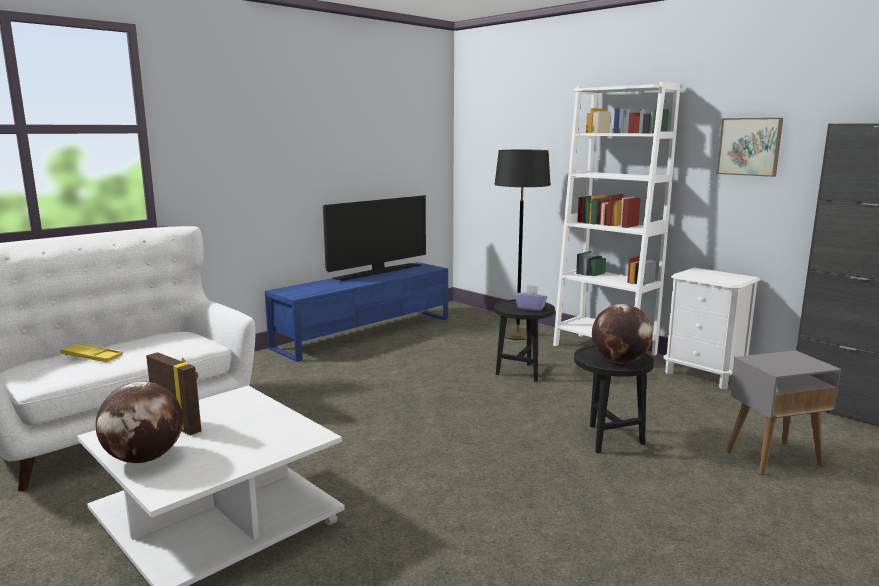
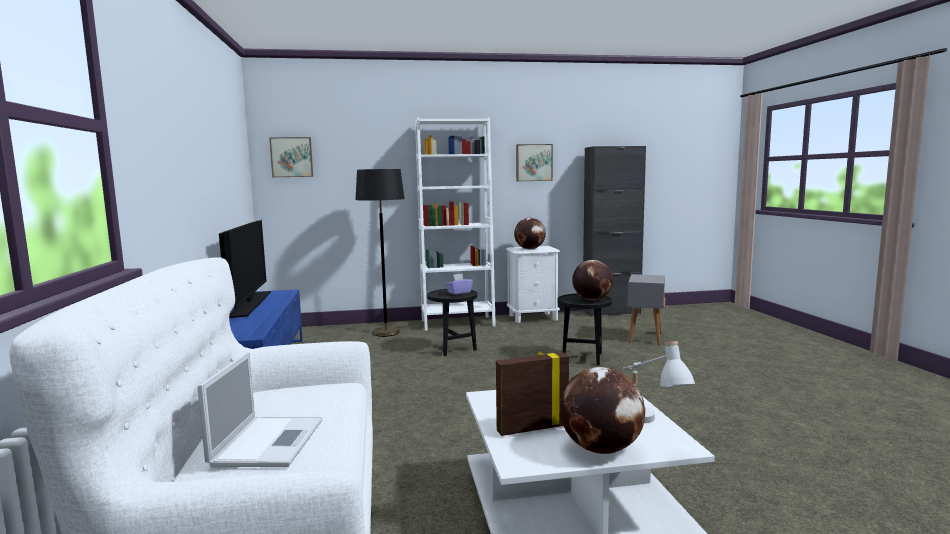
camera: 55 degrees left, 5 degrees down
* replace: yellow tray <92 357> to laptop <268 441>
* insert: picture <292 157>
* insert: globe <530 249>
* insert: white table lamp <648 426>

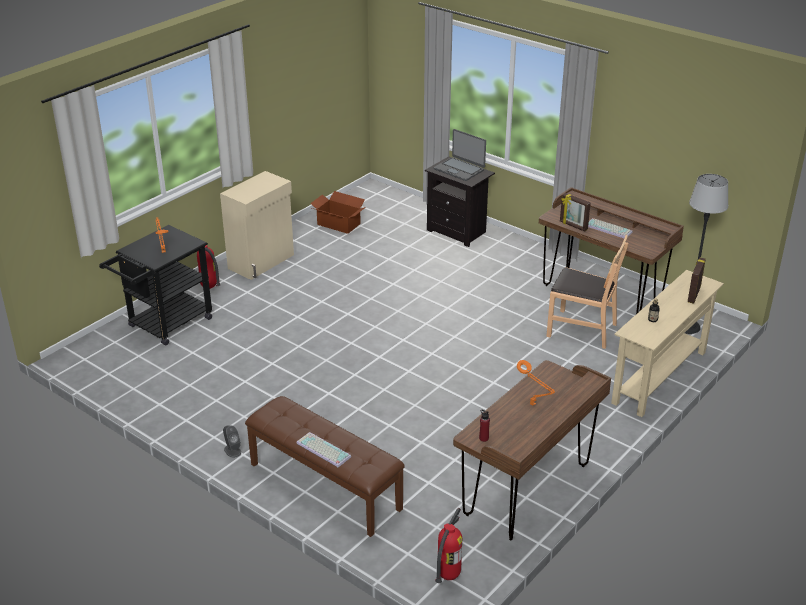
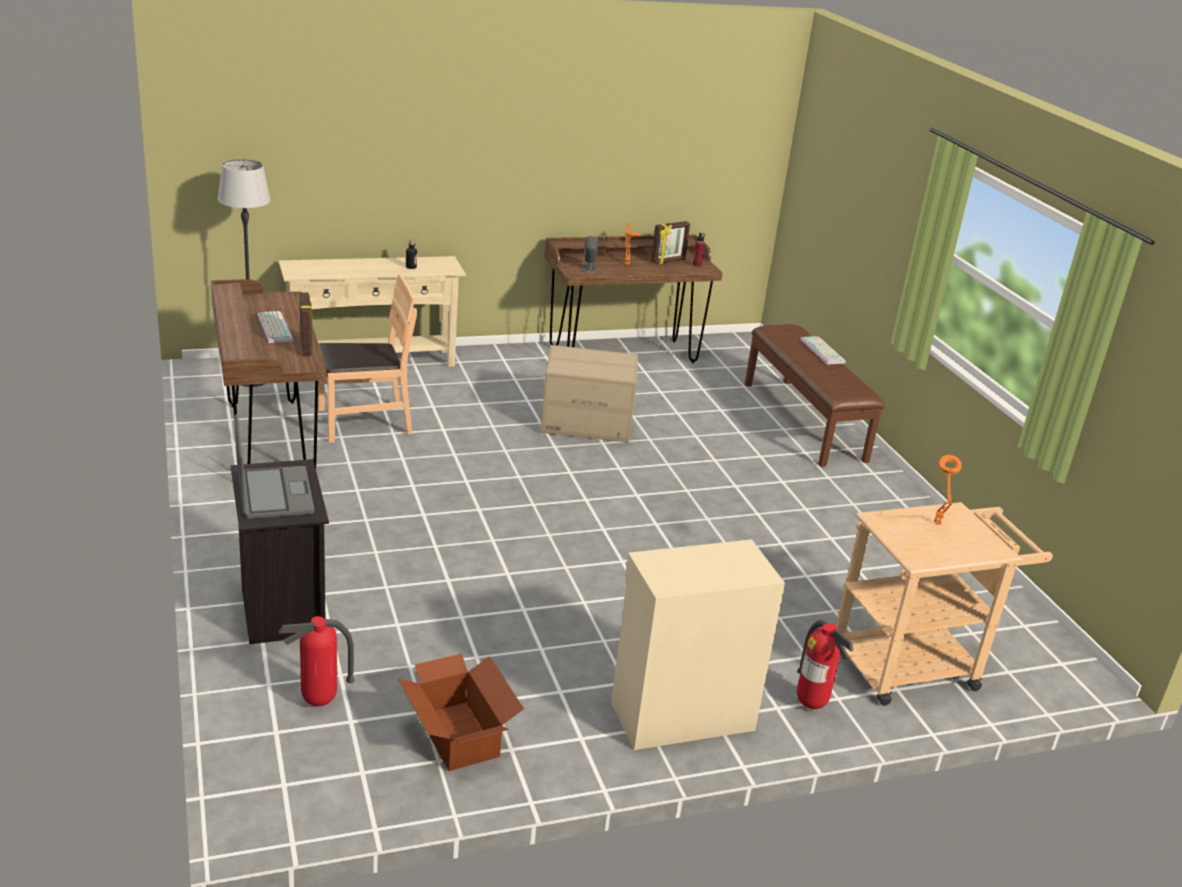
camera: 150 degrees left, 5 degrees down
* recolor: black cart <165 325> to beige cart <916 664>
* move: grey speaker <232 450> to <589 269>
* move: fire extinguisher <448 575> to <319 702>
* rotate: brown chair <581 329> = <364 422> 105 degrees clockwise
* move: picture frame <693 294> to <668 261>
* insert: cardboard box <586 422>

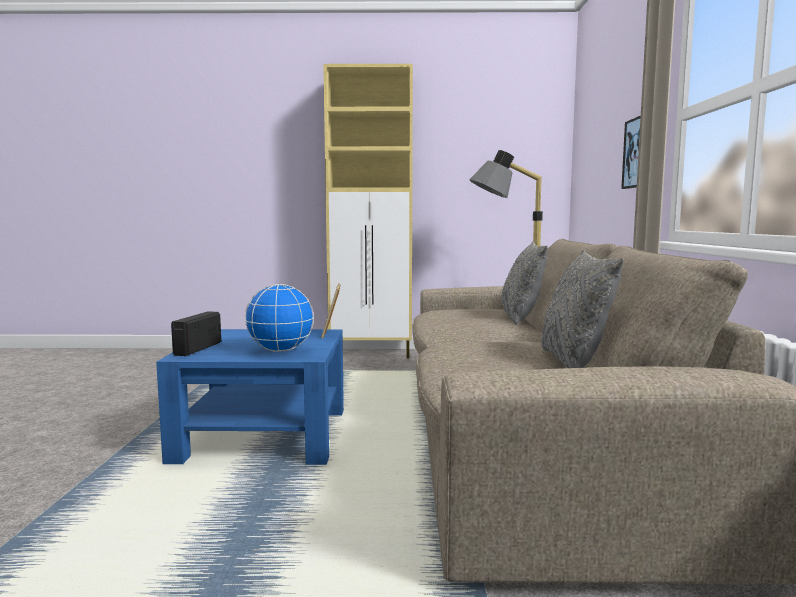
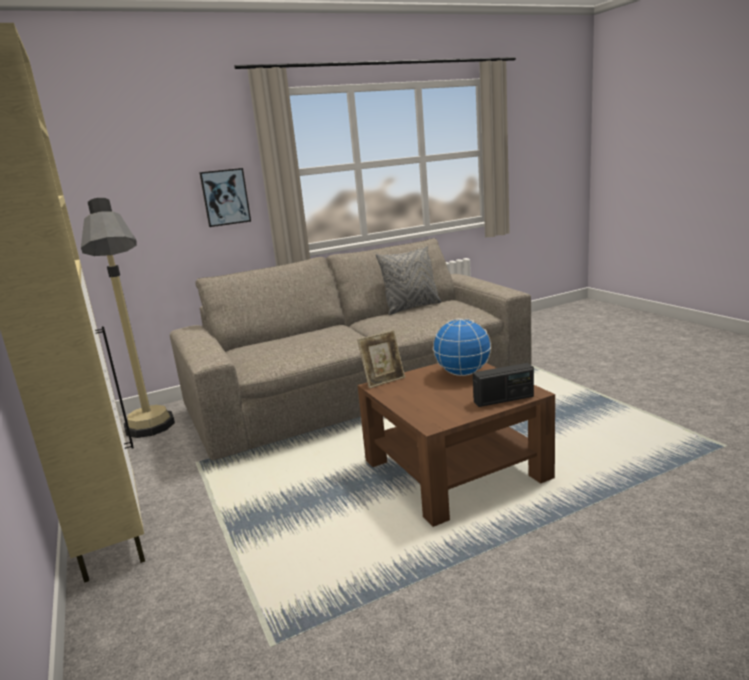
camera: 115 degrees left, 10 degrees up
* recolor: blue coffee table <264 434> to brown coffee table <455 469>
* delete: grey pillow <521 318>

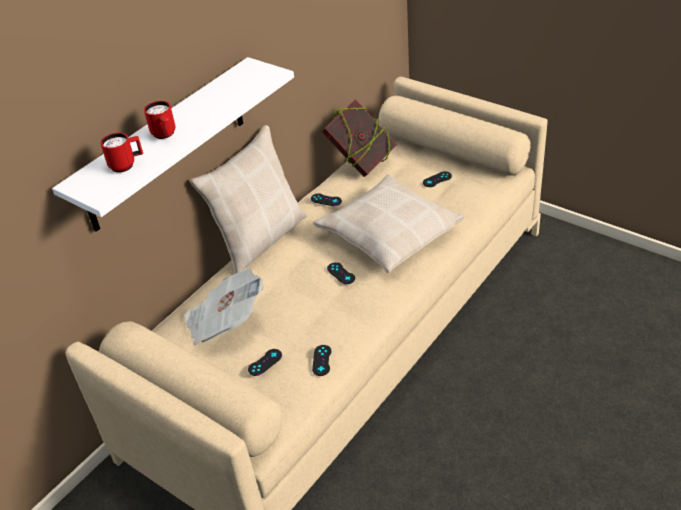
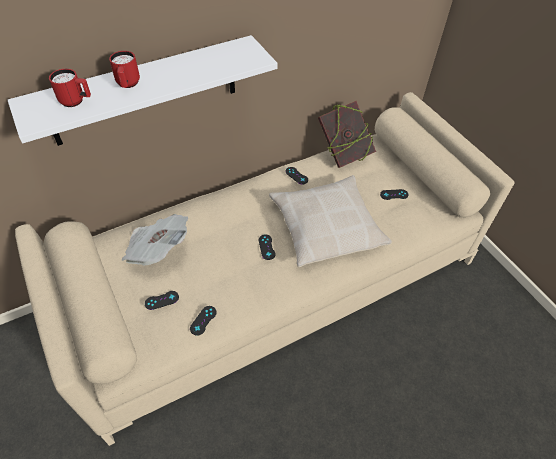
camera: 20 degrees right, 10 degrees up
* delete: beige pillow <260 239>

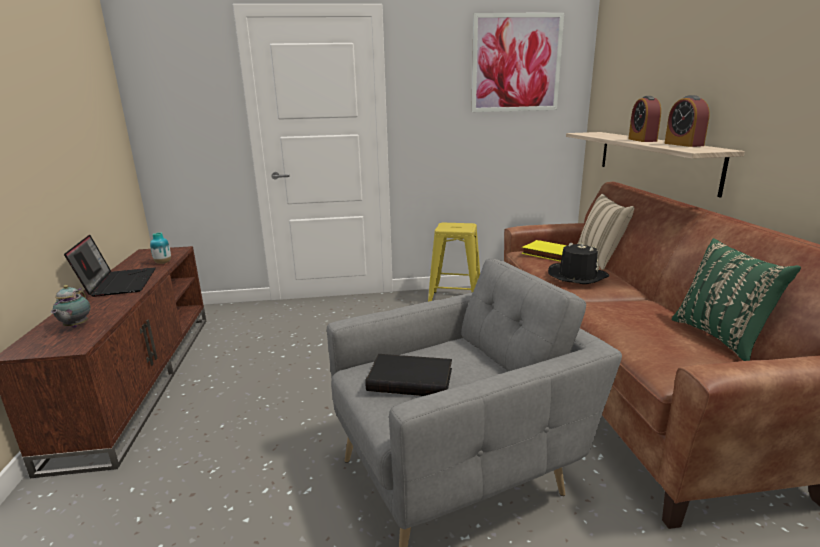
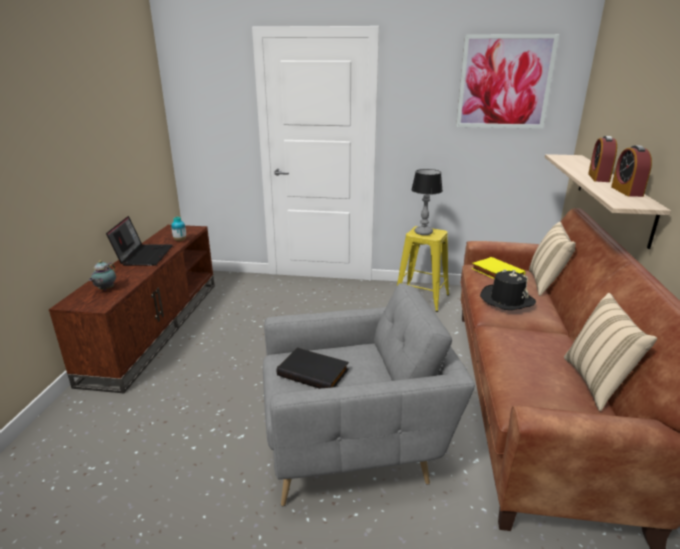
camera: 15 degrees right, 5 degrees up
* recolor: green pillow <721 337> to beige pillow <597 383>
* insert: table lamp <423 232>

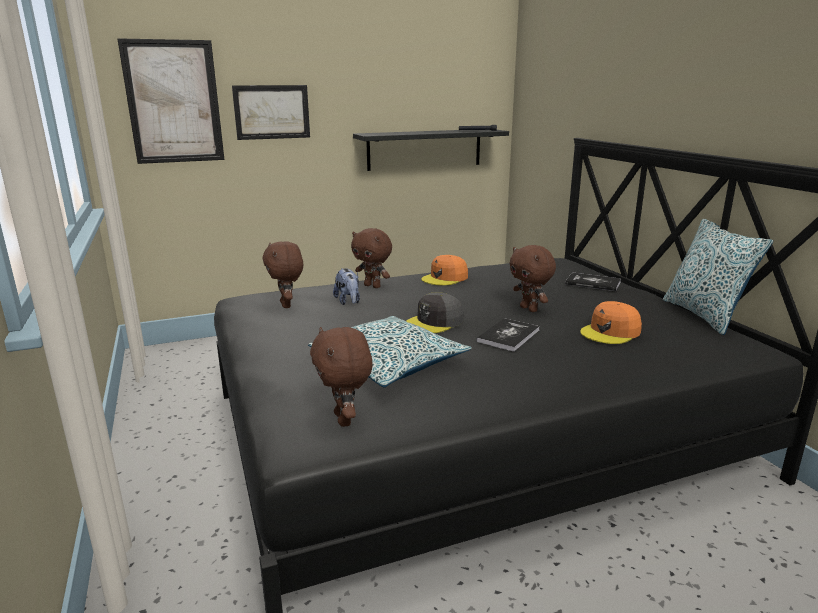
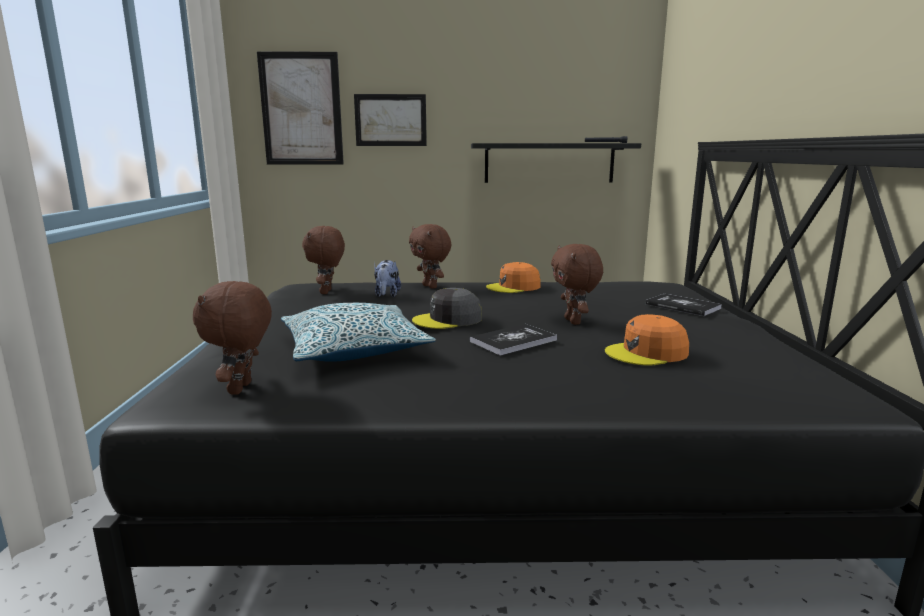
camera: 20 degrees right, 5 degrees down
* delete: pillow <704 315>

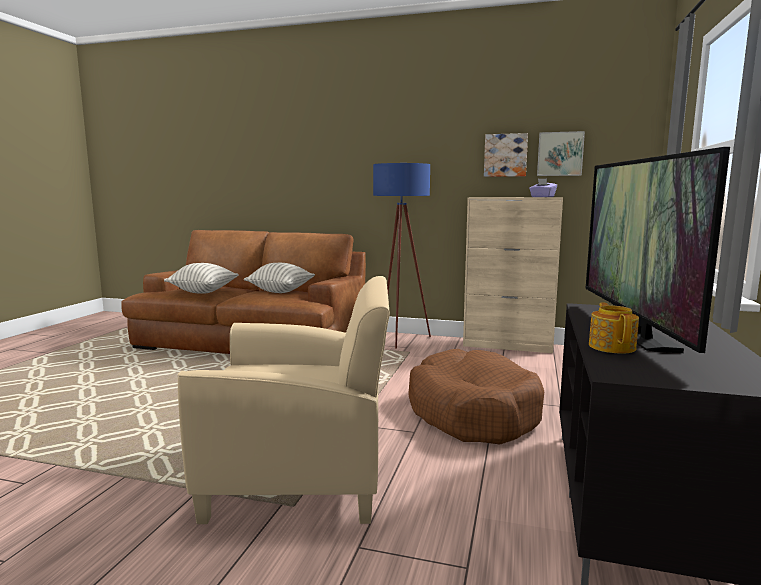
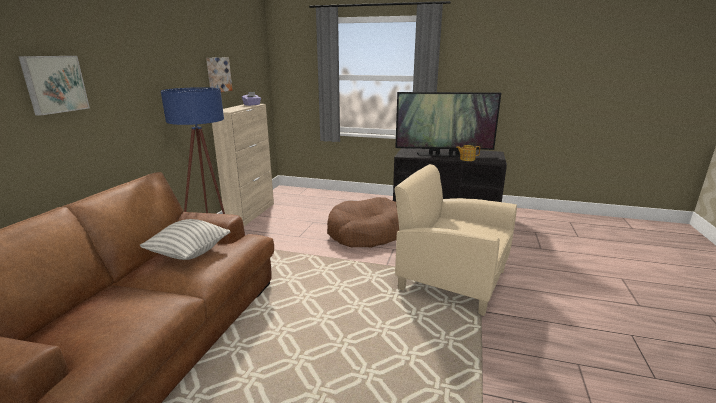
camera: 90 degrees left, 10 degrees up
* delete: pillow <203 292>
* rotate: beige armchair <301 475> = <451 279> 60 degrees counterclockwise
* move: picture <560 154> to <54 84>

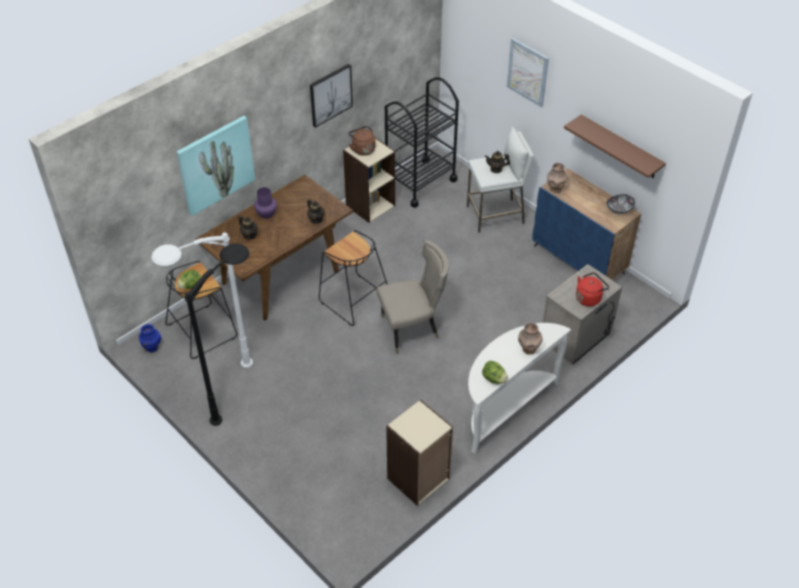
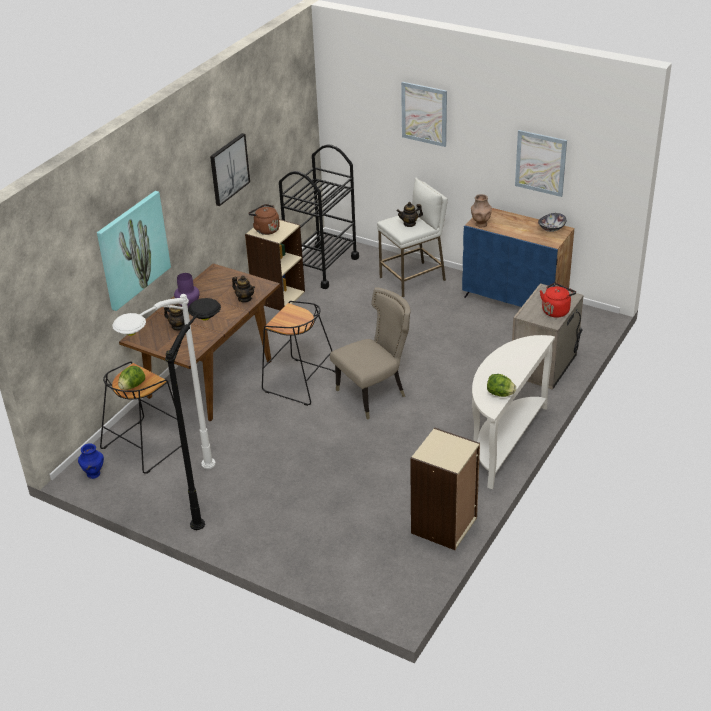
camera: 15 degrees left, 10 degrees down
* delete: brown vase <528 349>
* replace: brown shelf <620 147> to picture <540 163>

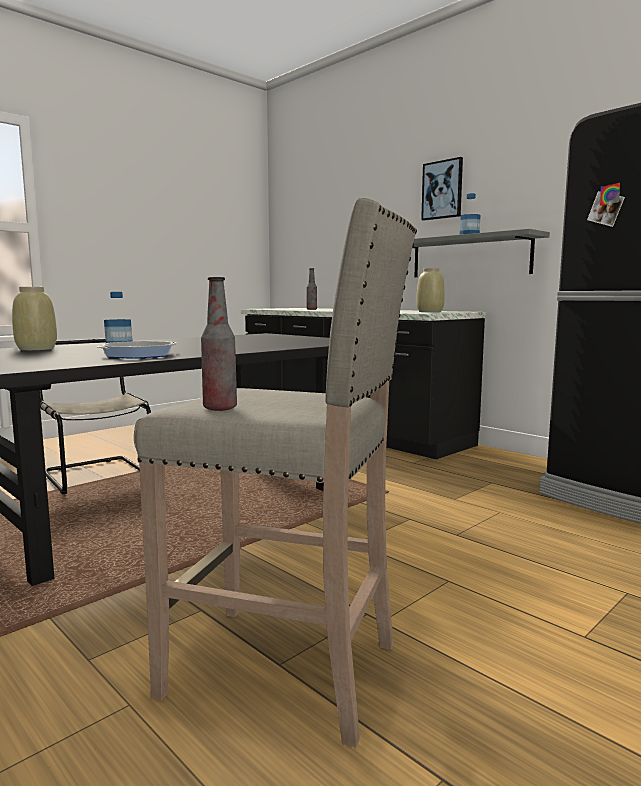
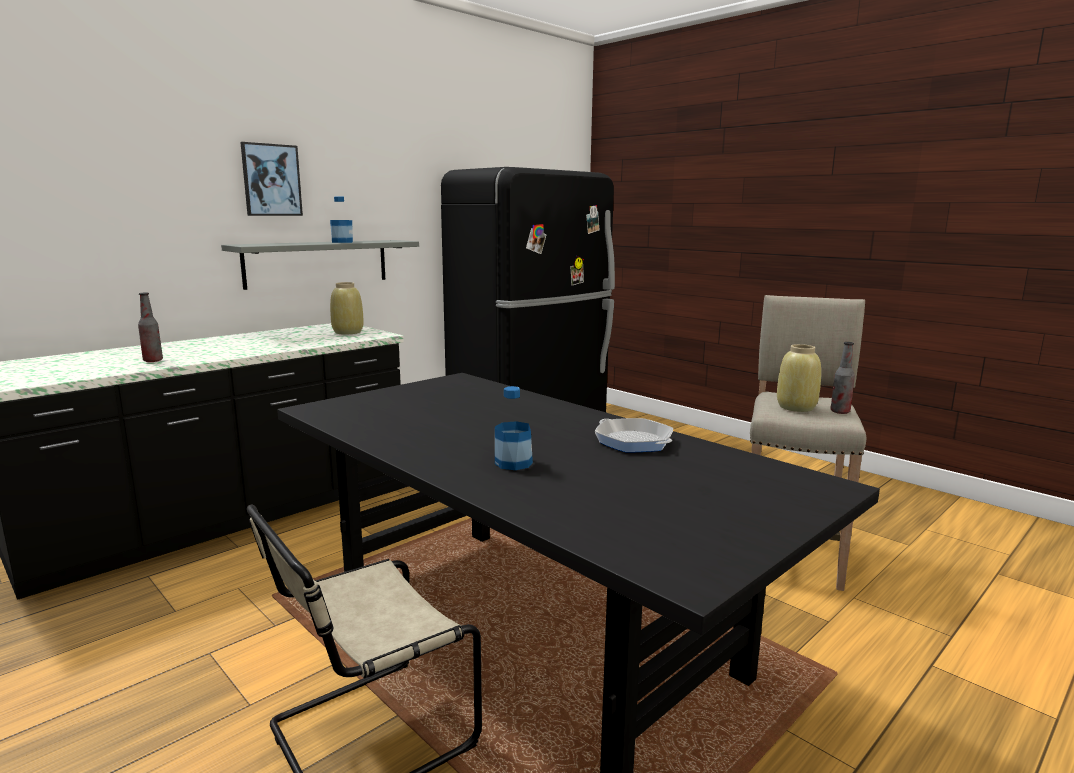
camera: 90 degrees left, 5 degrees up
* move: beige vase <36 349> to <796 407>

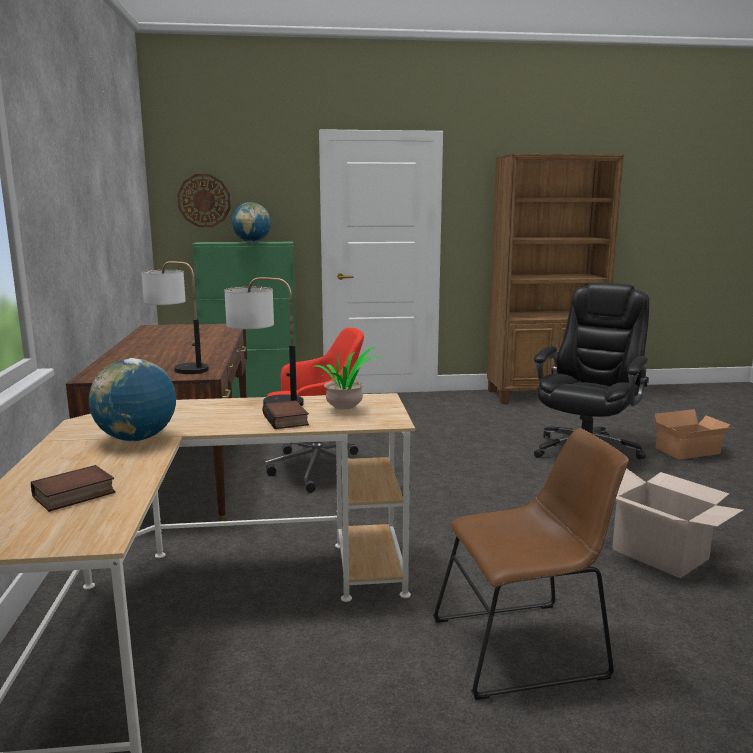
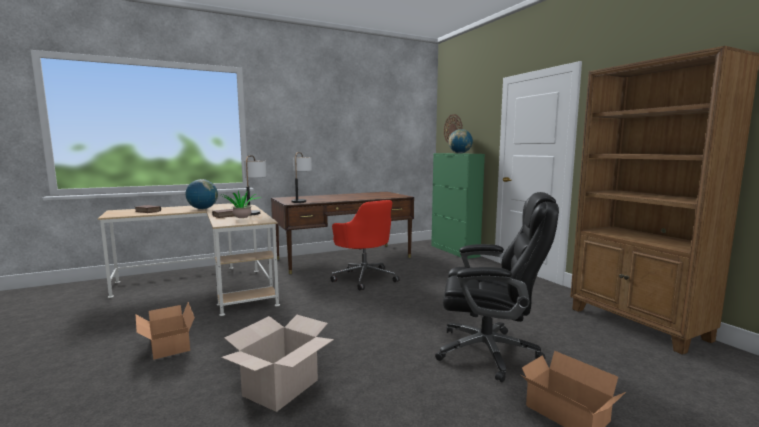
camera: 70 degrees right, 5 degrees down
* replace: brown chair <525 647> to cardboard box <167 346>

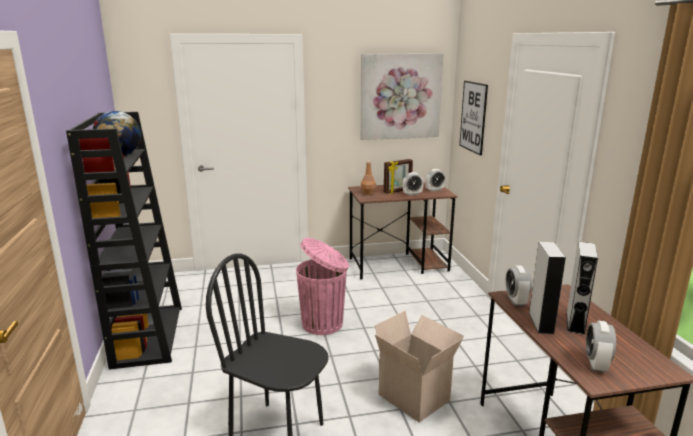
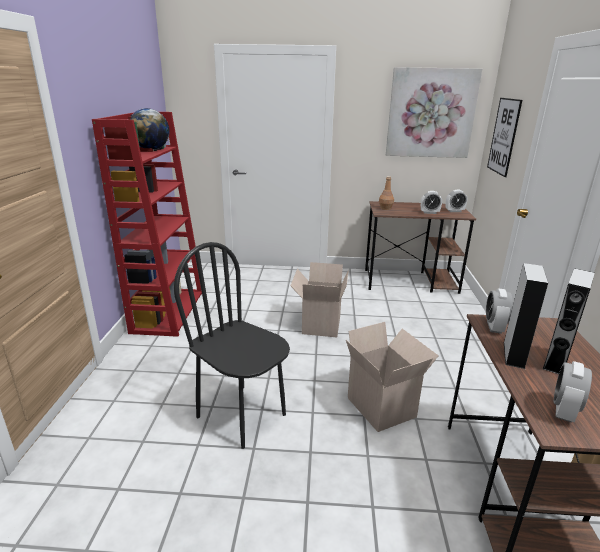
camera: 15 degrees right, 5 degrees up
* recolor: black bookcase <148 335> to red bookcase <168 311>
* replace: pink trash can <324 324> to cardboard box <320 324>
* delete: picture frame <398 191>

